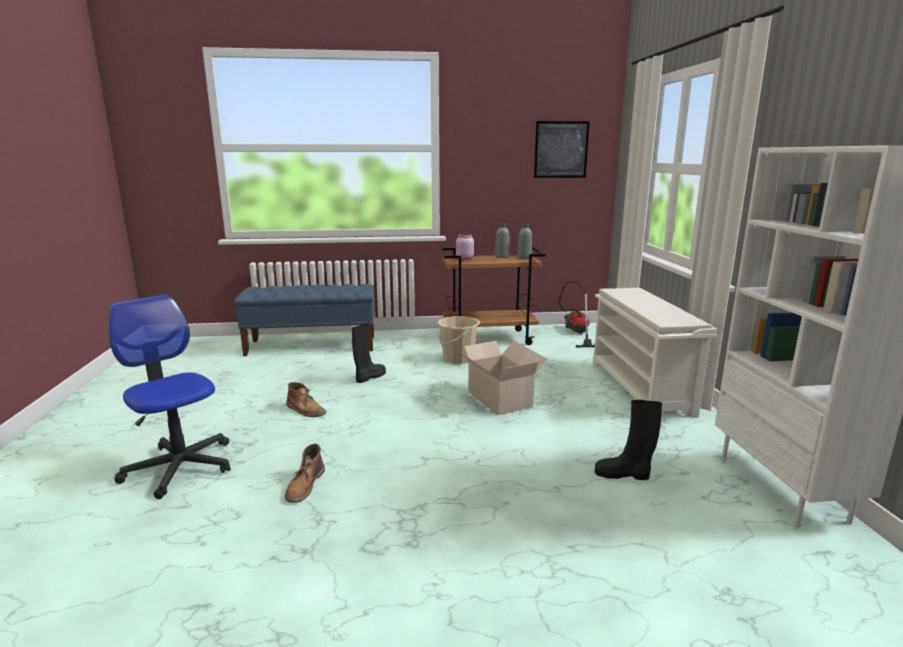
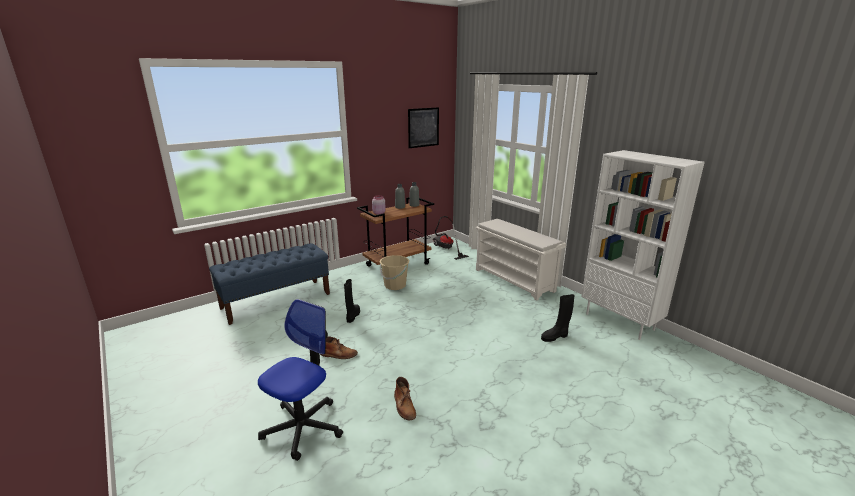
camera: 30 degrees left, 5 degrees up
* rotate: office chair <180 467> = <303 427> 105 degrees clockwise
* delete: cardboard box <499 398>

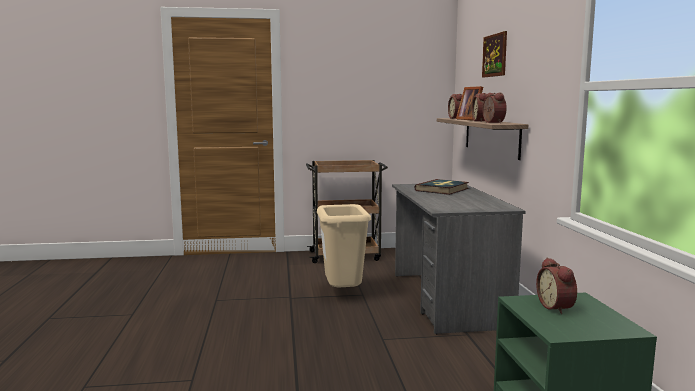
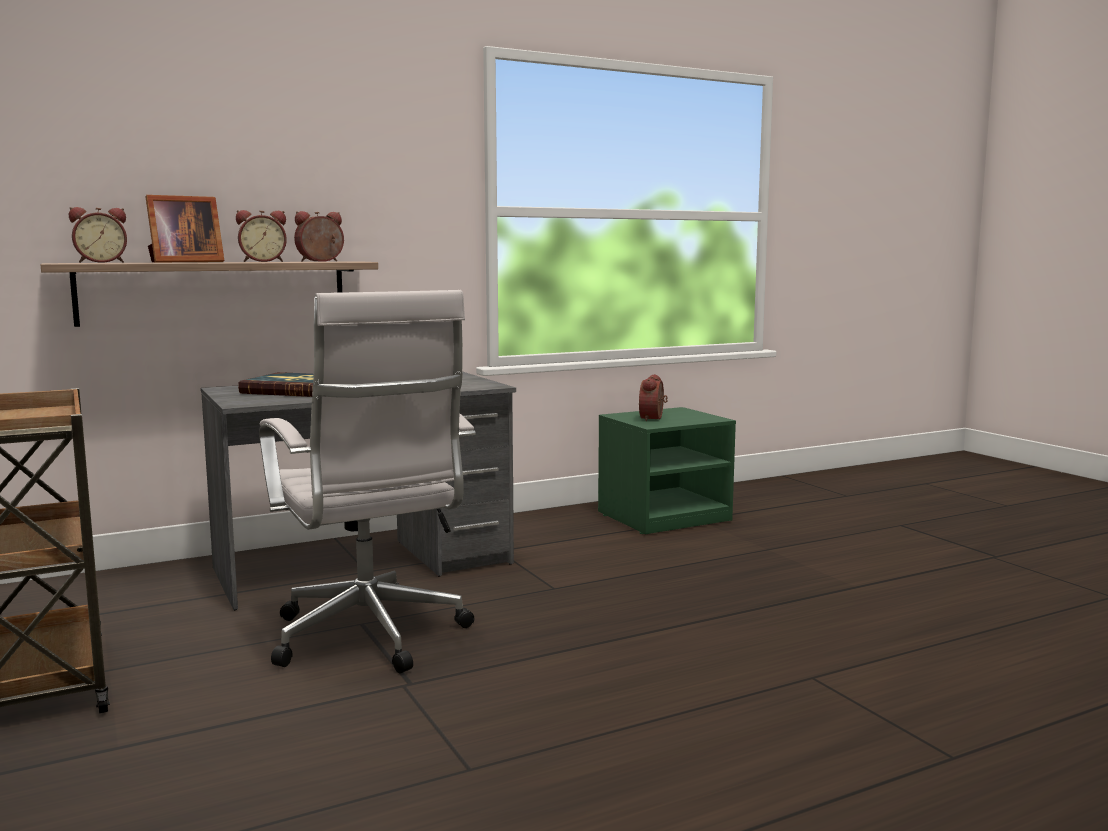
camera: 110 degrees left, 0 degrees up
* replace: beige trash can <343 295> to white office chair <371 638>
* delete: picture <494 55>
* rotate: alarm clock <557 307> = <653 419> 135 degrees clockwise

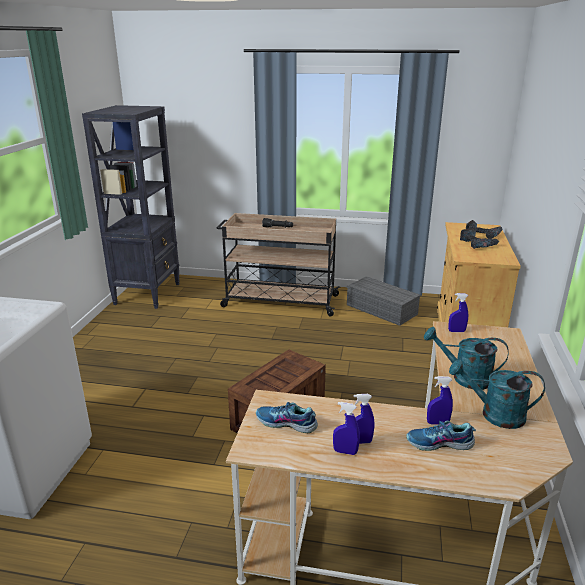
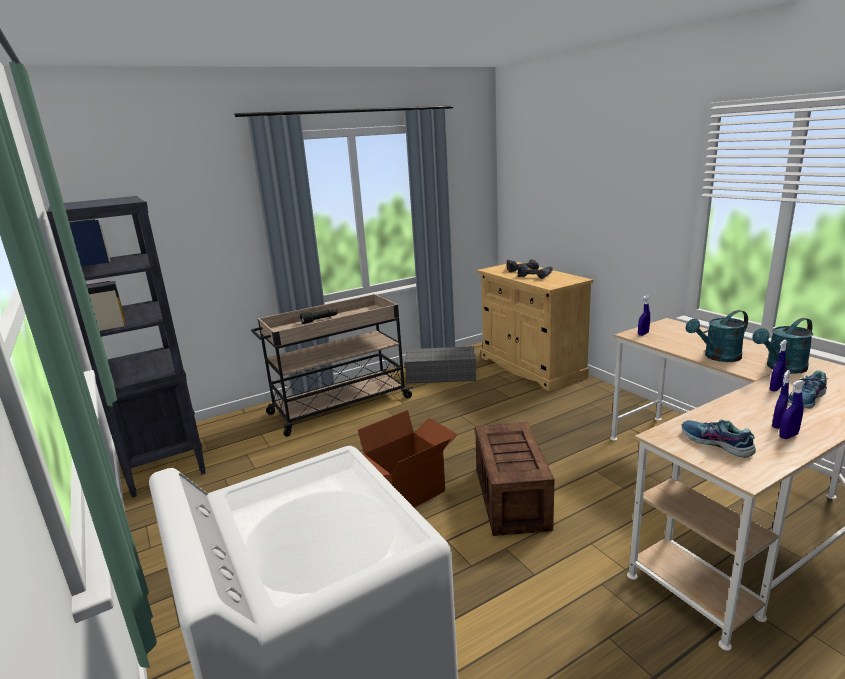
camera: 40 degrees left, 5 degrees down
* rotate: shoe <286 423> = <715 443> 75 degrees clockwise
* insert: cardboard box <407 493>

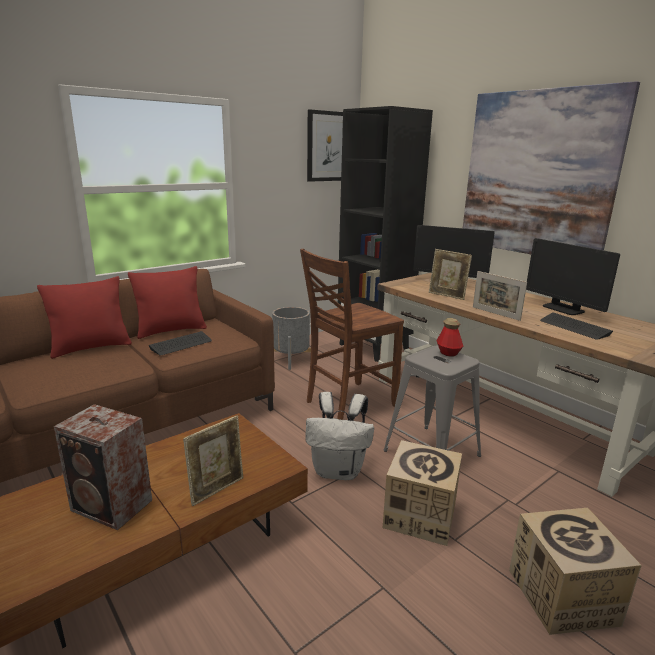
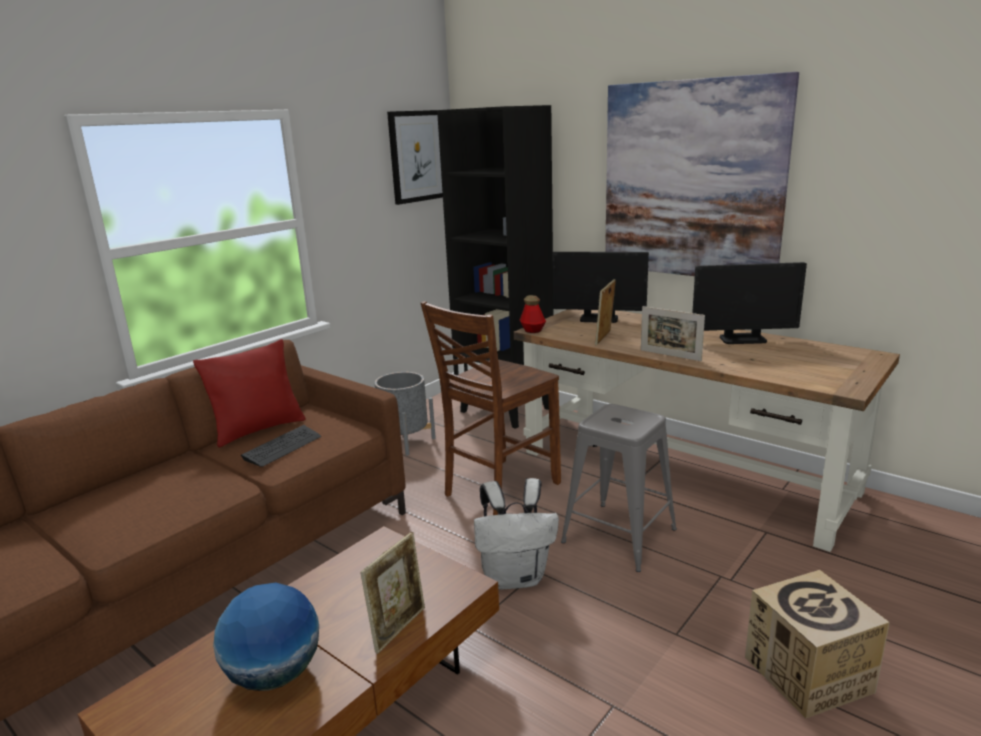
camera: 10 degrees left, 0 degrees up
* delete: red pillow <91 348>
* replace: speaker <113 506> to globe <275 674>
* delete: cardboard box <420 515>
* rotate: picture frame <447 296> = <604 338> 90 degrees clockwise
* move: bottle <448 353> to <532 330>
* rotate: monitor <563 309> = <742 339> 45 degrees counterclockwise
* delete: keyboard <574 327>

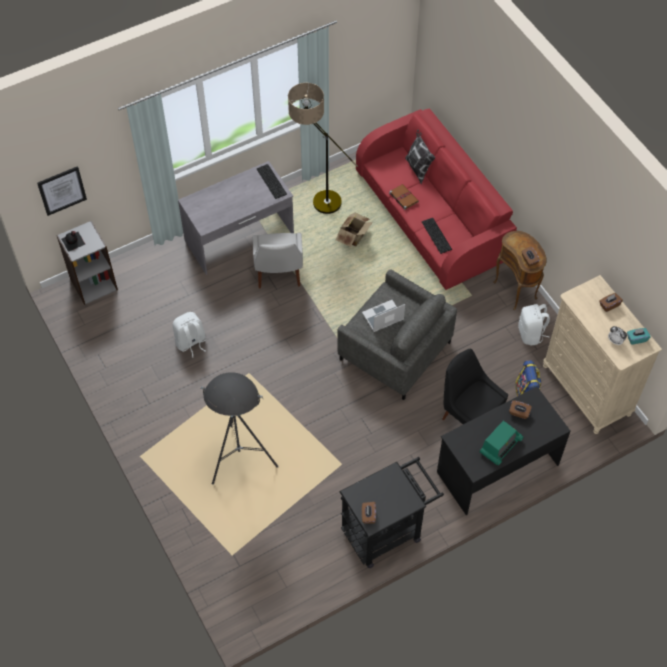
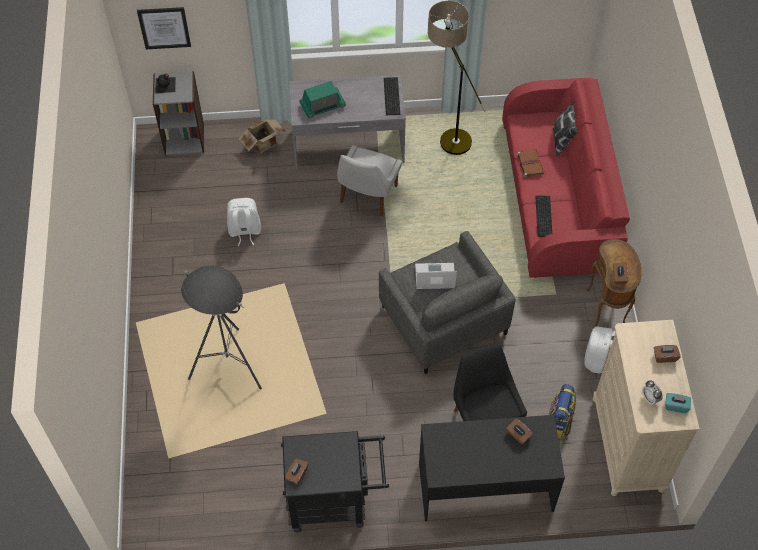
camera: 25 degrees right, 0 degrees up
* move: cardboard box <354 237> to <264 144>
* move: radio <500 446> to <322 106>

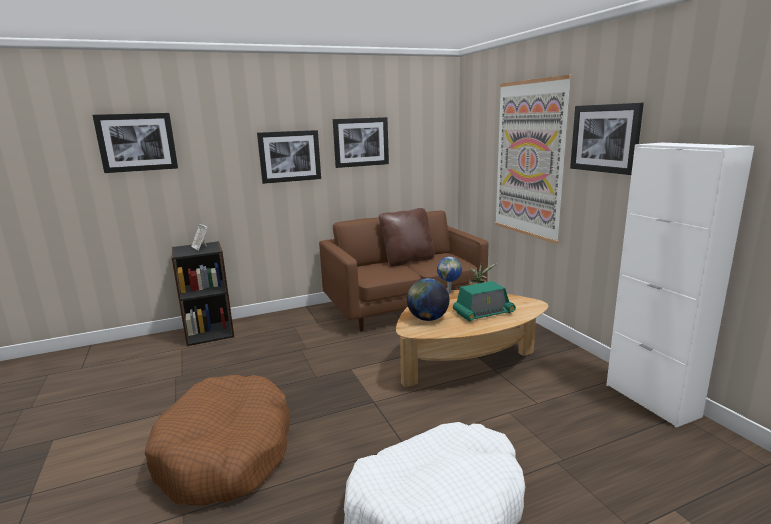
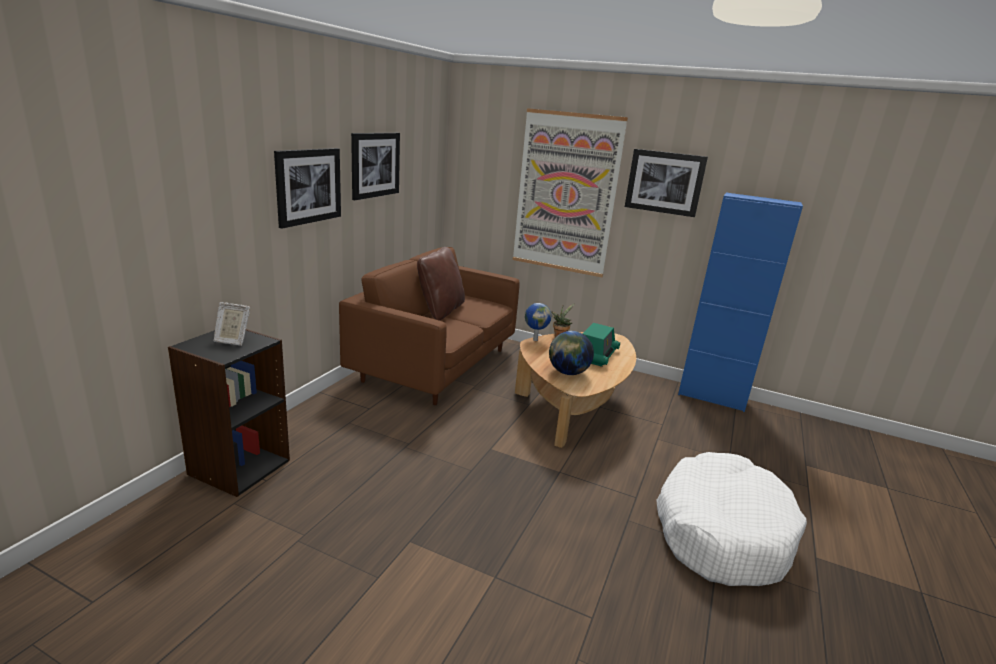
camera: 45 degrees left, 5 degrees up
* delete: picture <137 142>
* delete: brown dog bed <226 452>
* recolor: white cabinet <651 400> to blue cabinet <711 397>

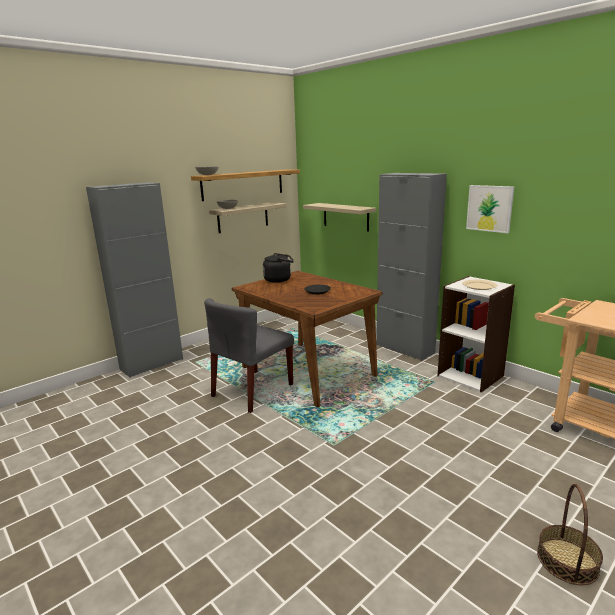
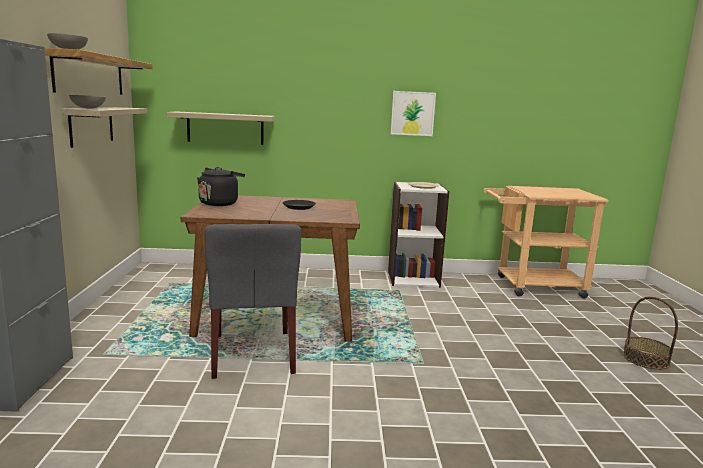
camera: 50 degrees left, 5 degrees down
* delete: grey cabinet <405 349>

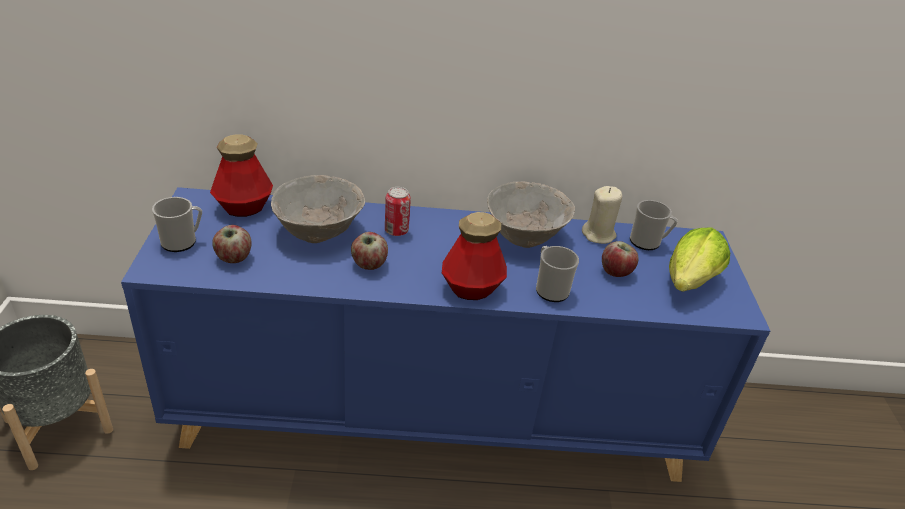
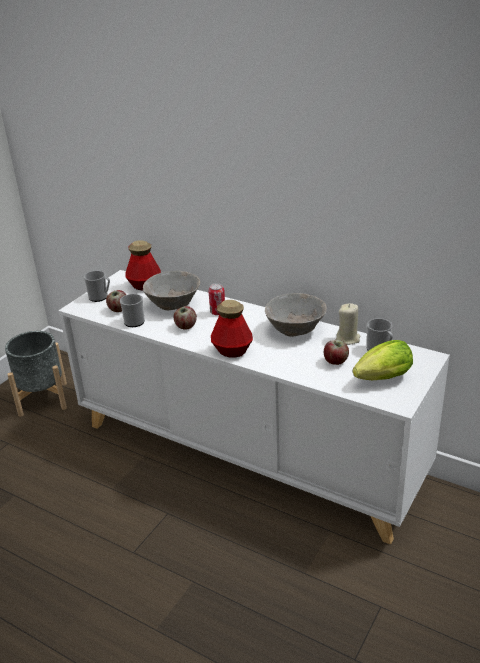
camera: 35 degrees right, 5 degrees down
* recolor: blue cabinet <437 416> to white cabinet <247 453>
* move: mug <549 288> to <134 320>

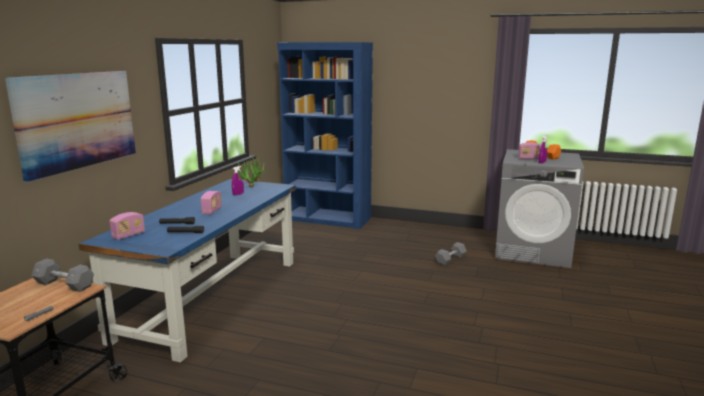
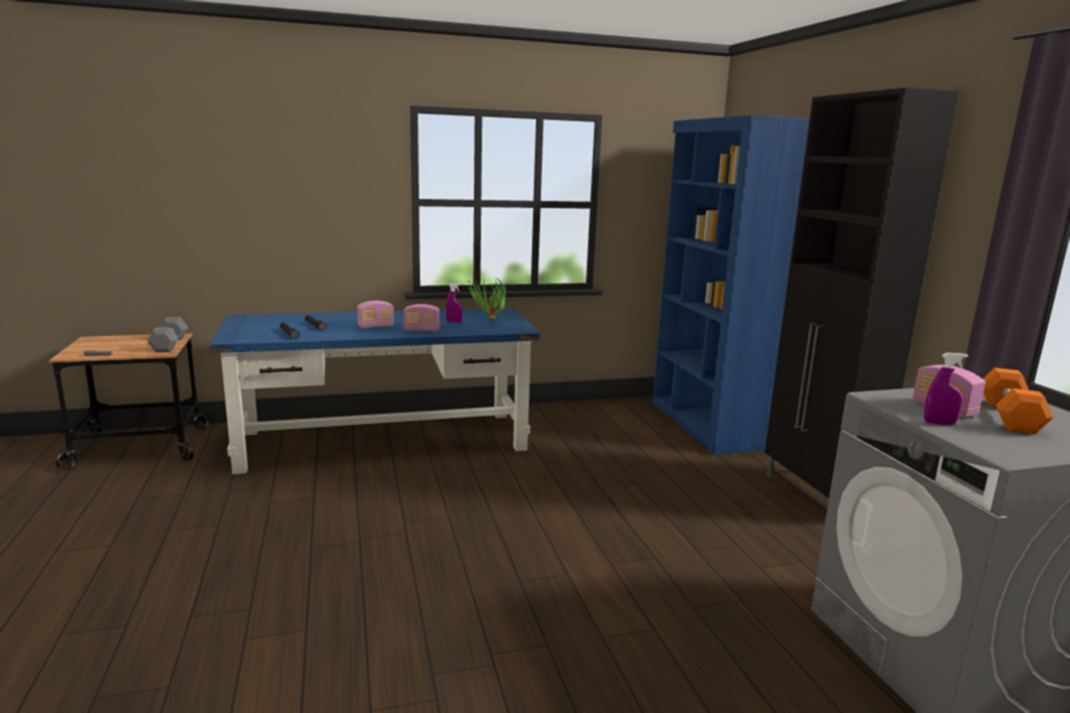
camera: 55 degrees right, 0 degrees up
* delete: picture <77 120>
* move: radio <128 235> to <421 330>
* delete: grey dumbbell <450 259>
* insert: black cabinet <816 497>

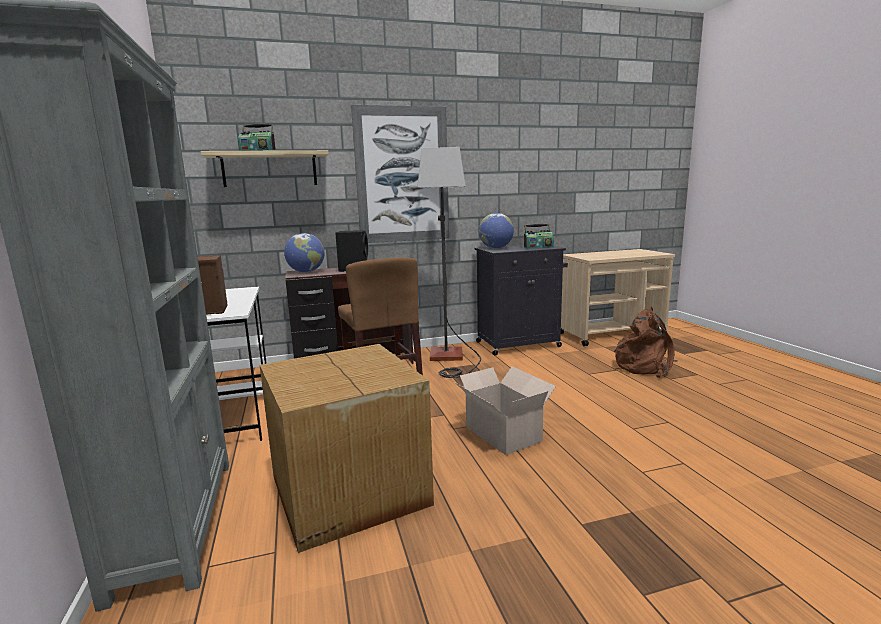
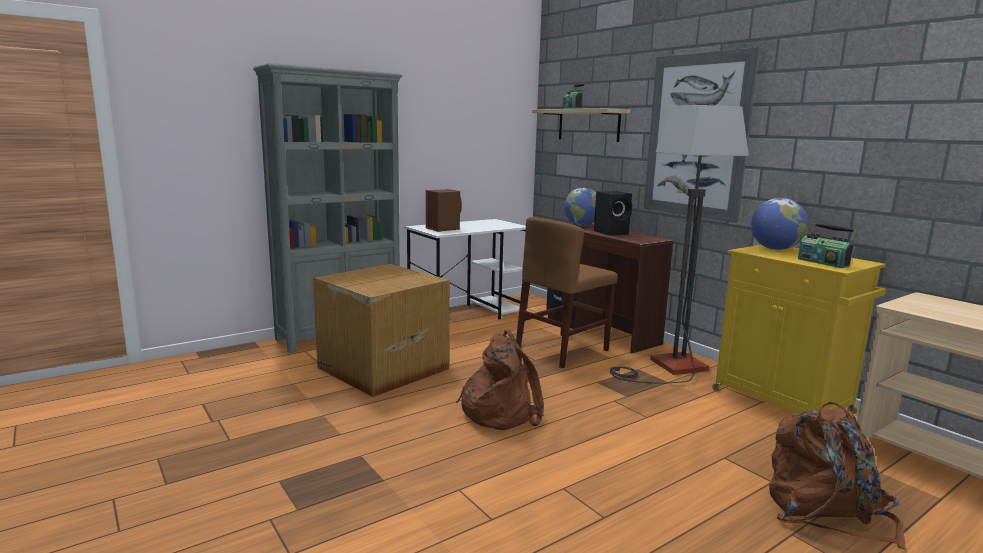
camera: 70 degrees right, 0 degrees up
* replace: cardboard box <502 433> to brown backpack <500 412>
* recolor: black cabinet <519 344> to yellow cabinet <784 402>

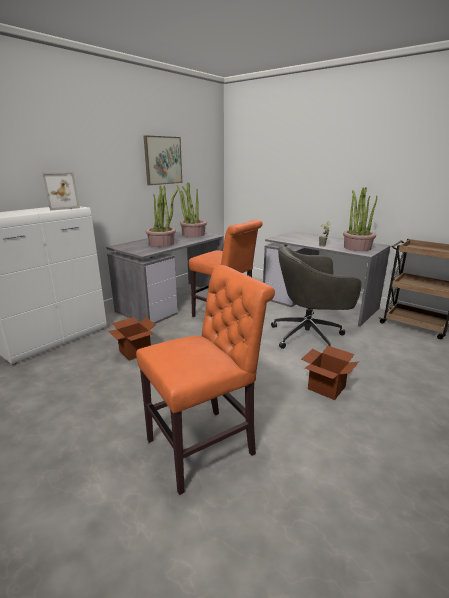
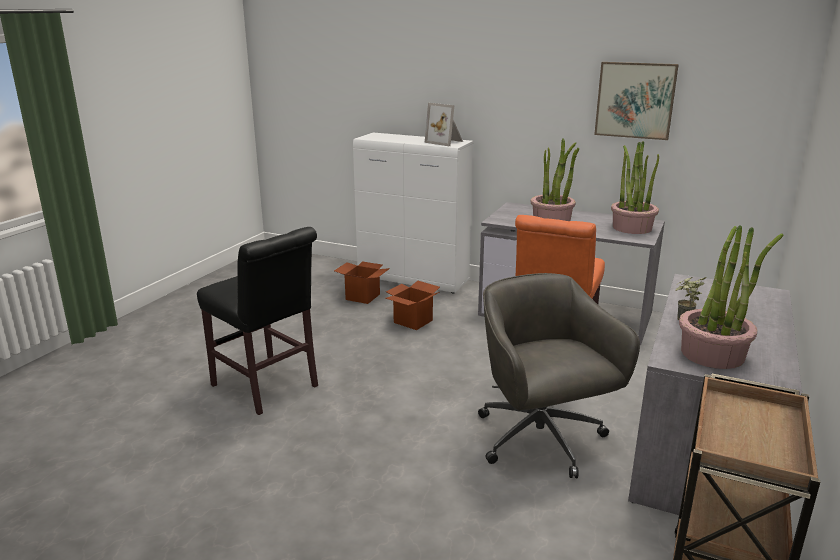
camera: 75 degrees right, 0 degrees up
* recolor: orange chair <206 445> to black chair <268 388>
* move: cardboard box <326 388> to <363 297>

